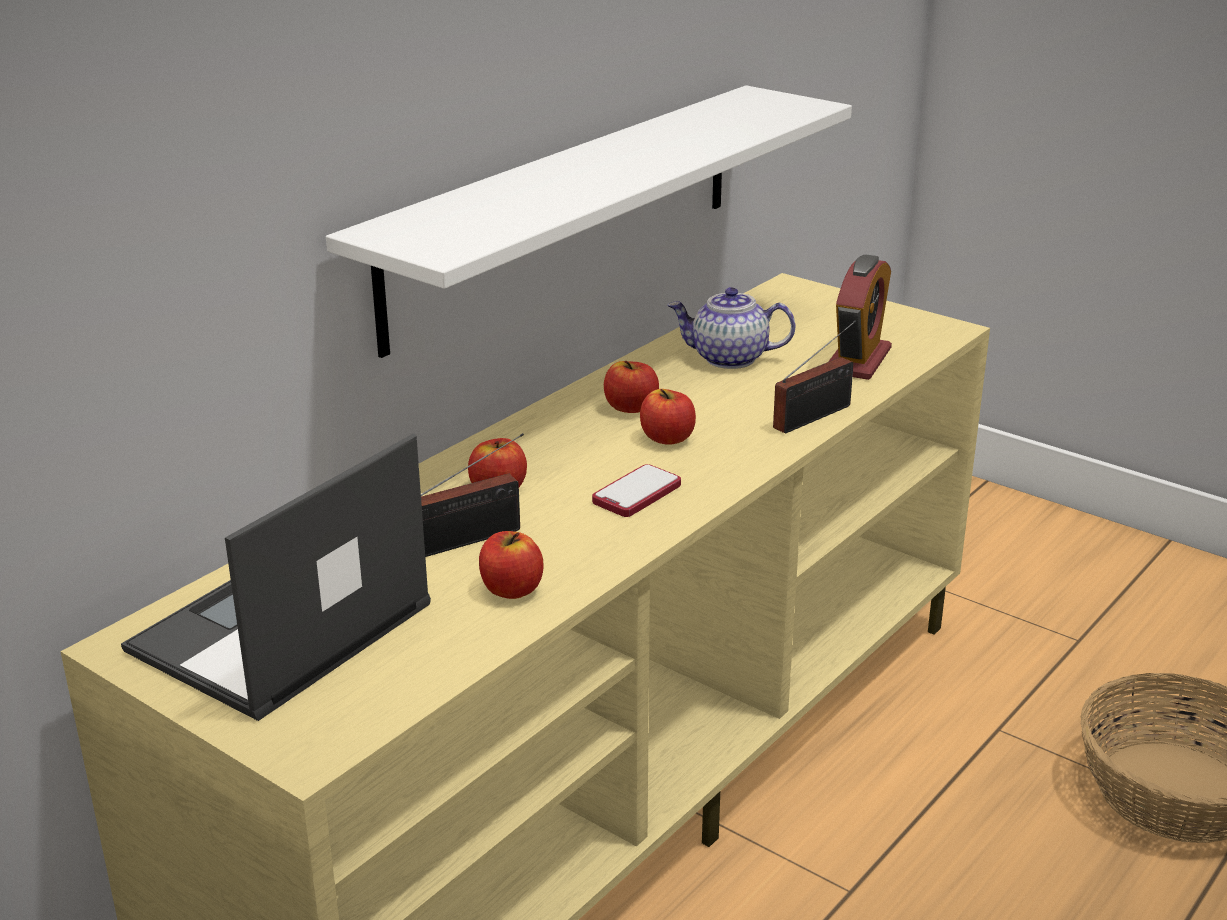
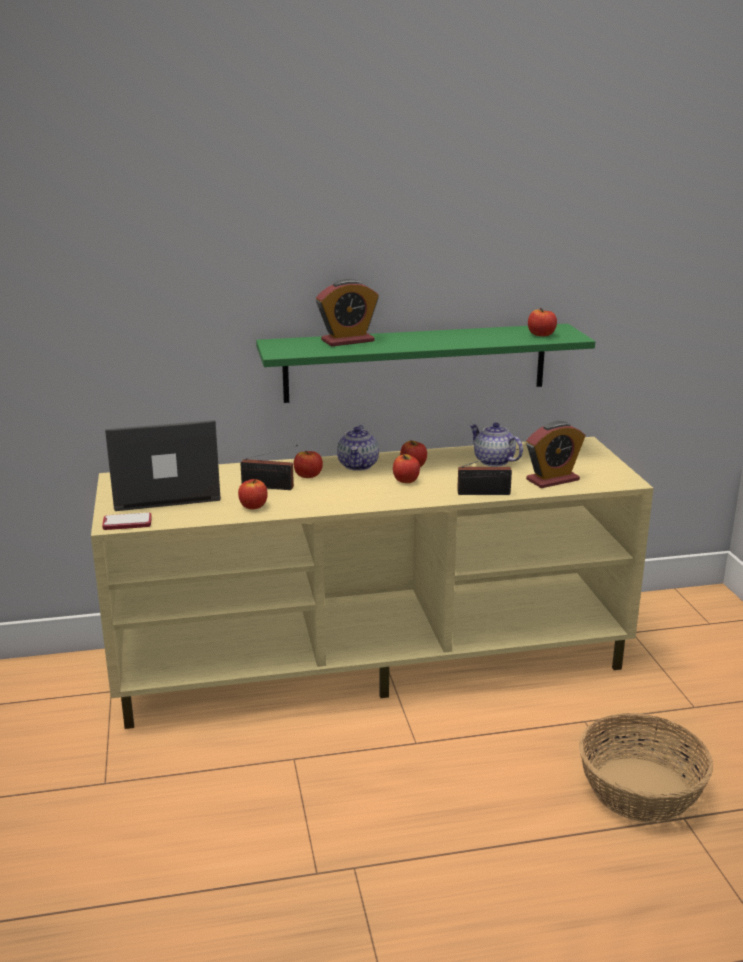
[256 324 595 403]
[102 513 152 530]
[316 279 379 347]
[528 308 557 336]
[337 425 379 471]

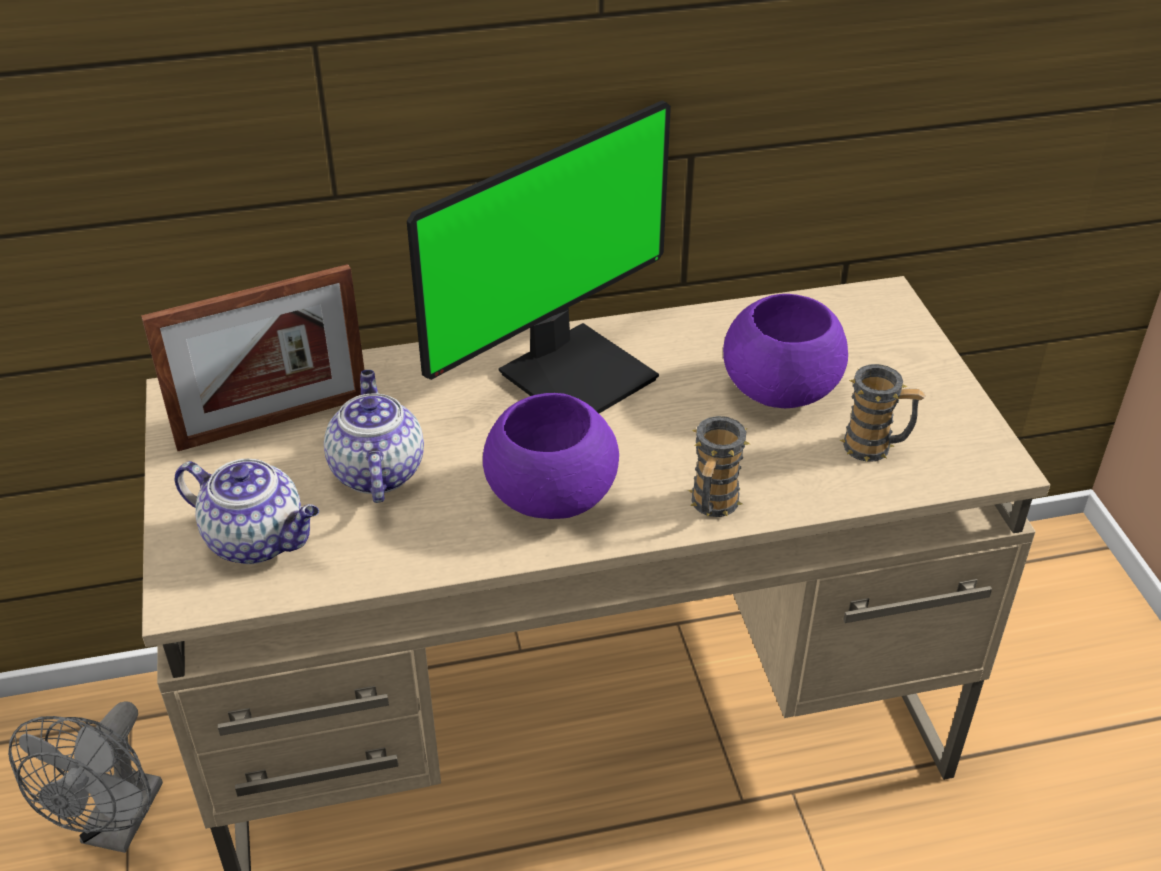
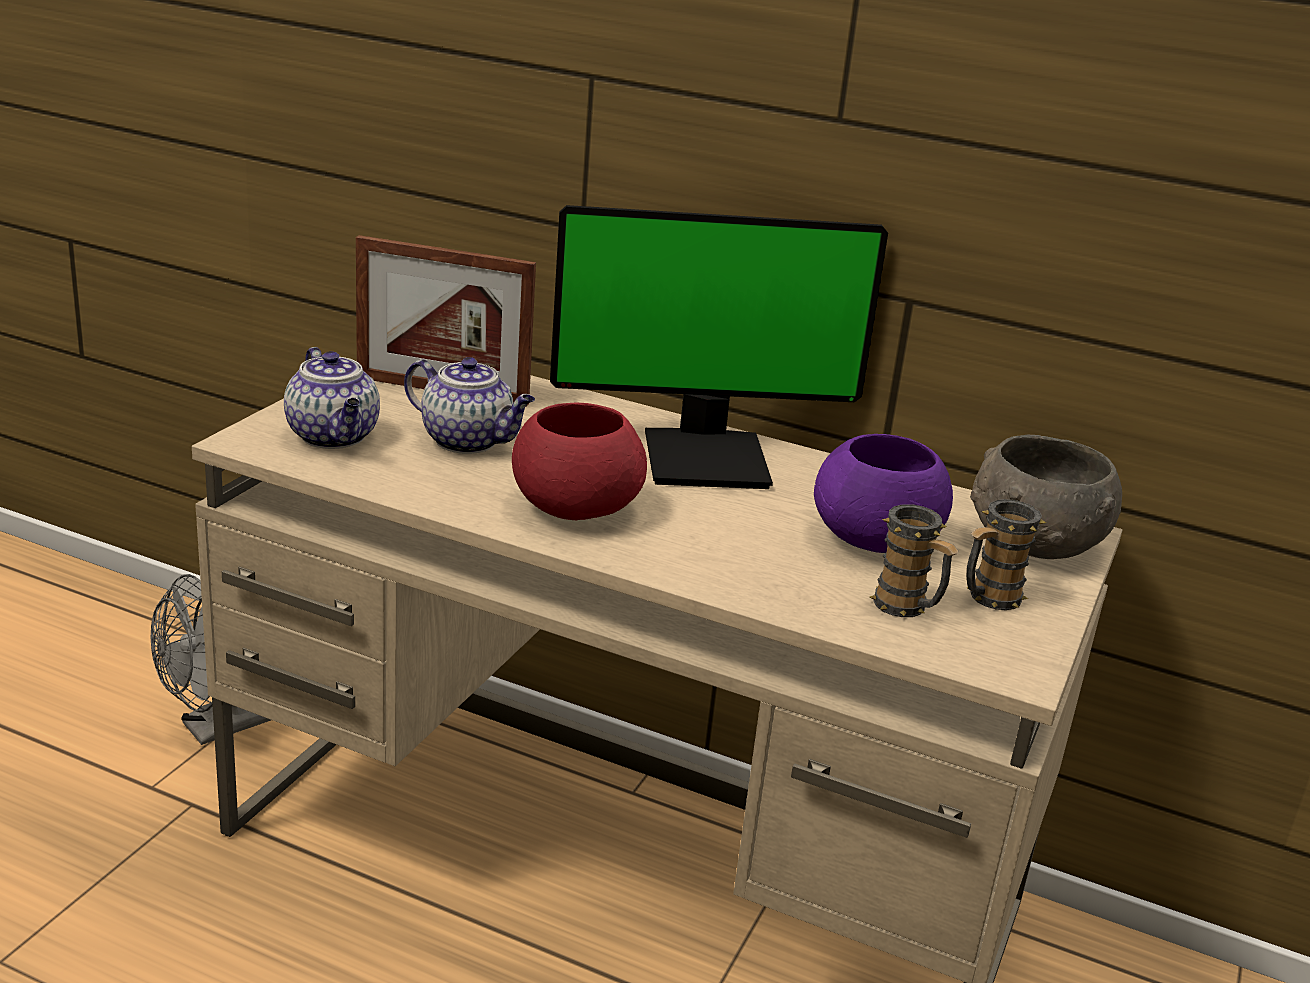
[404 357 535 454]
[512 403 647 520]
[966 499 1046 610]
[970 435 1122 559]

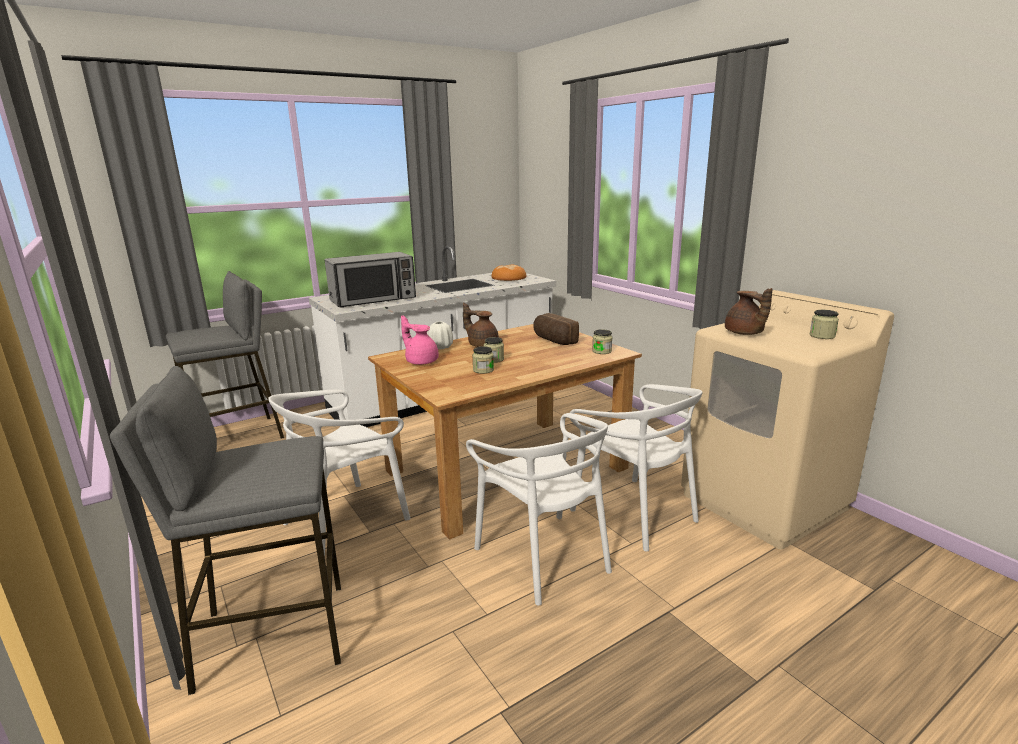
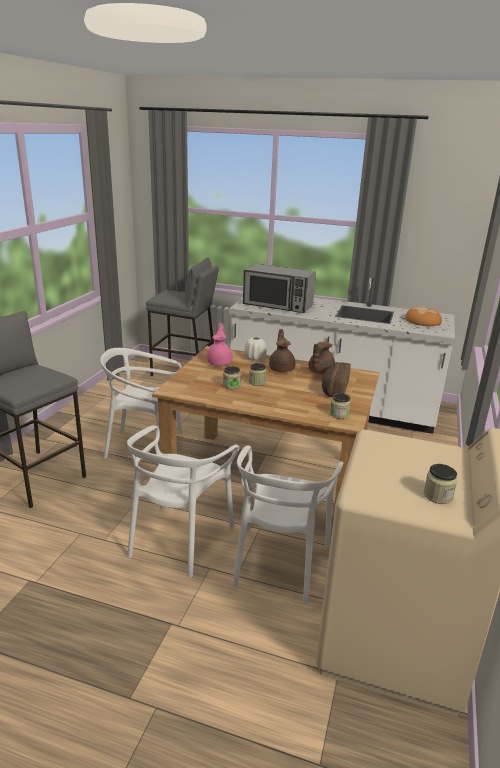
[308 342 335 375]

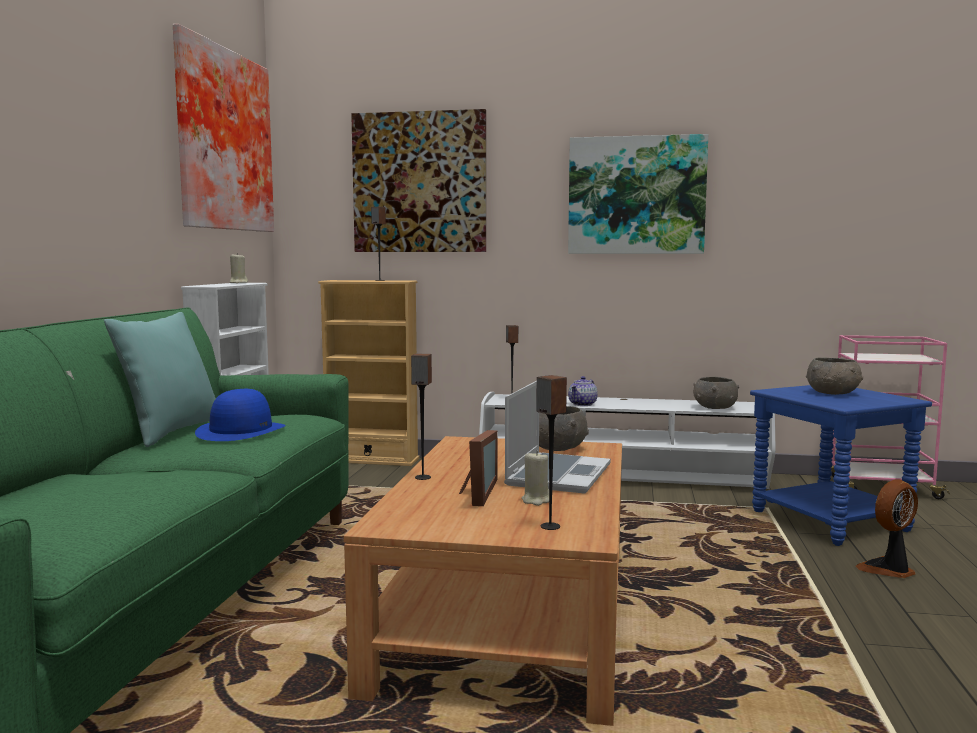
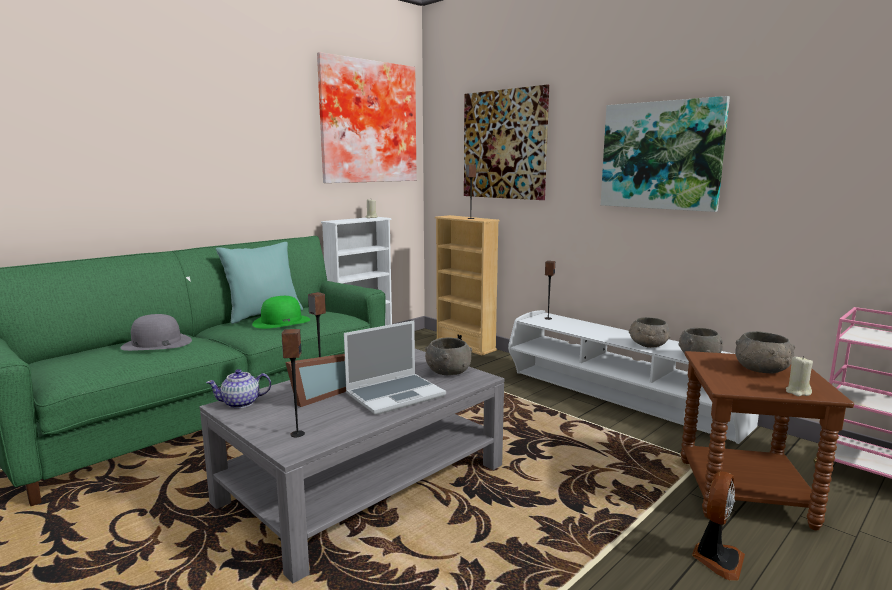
[206 369 271 408]
[681 351 854 530]
[252 296 310 329]
[199 349 504 583]
[786 356 813 396]
[692 471 745 581]
[121 314 192 351]
[629 317 671 348]

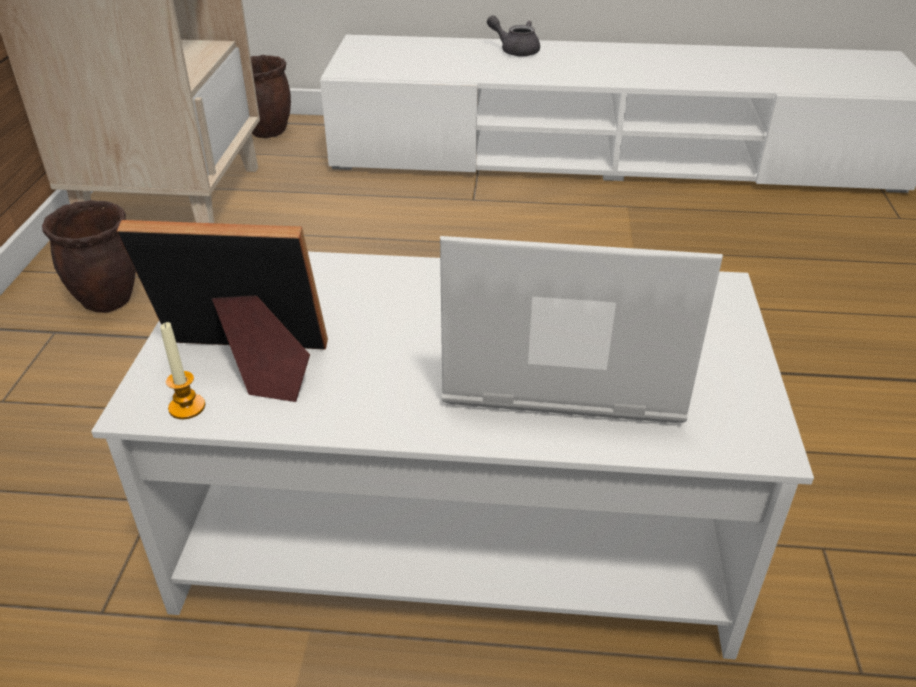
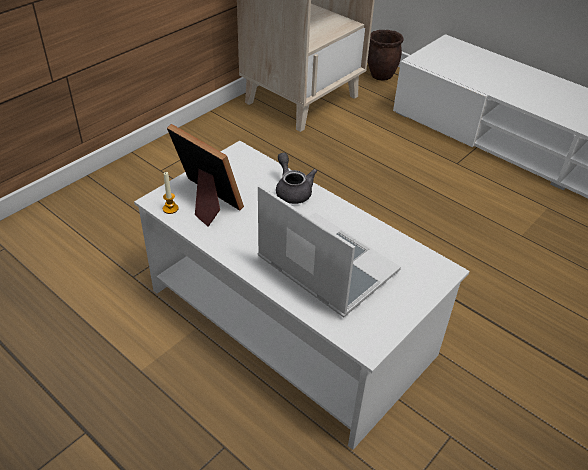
[276 153 317 204]
[42 200 136 313] (first image)

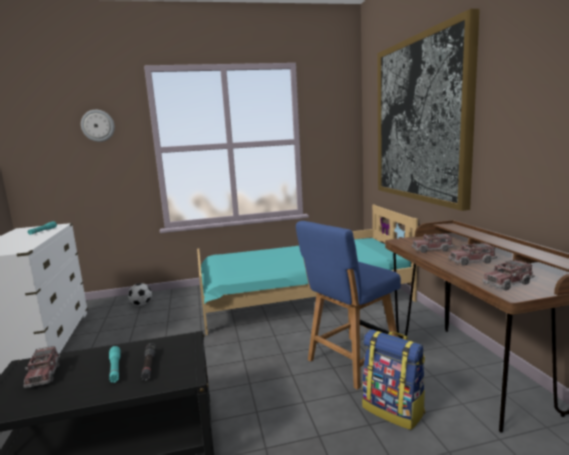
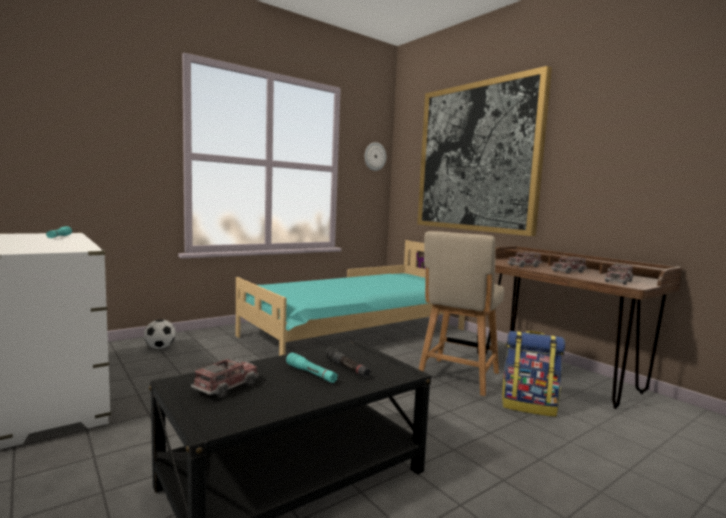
[365 142 386 171]
[419 231 504 396]
[191 357 258 398]

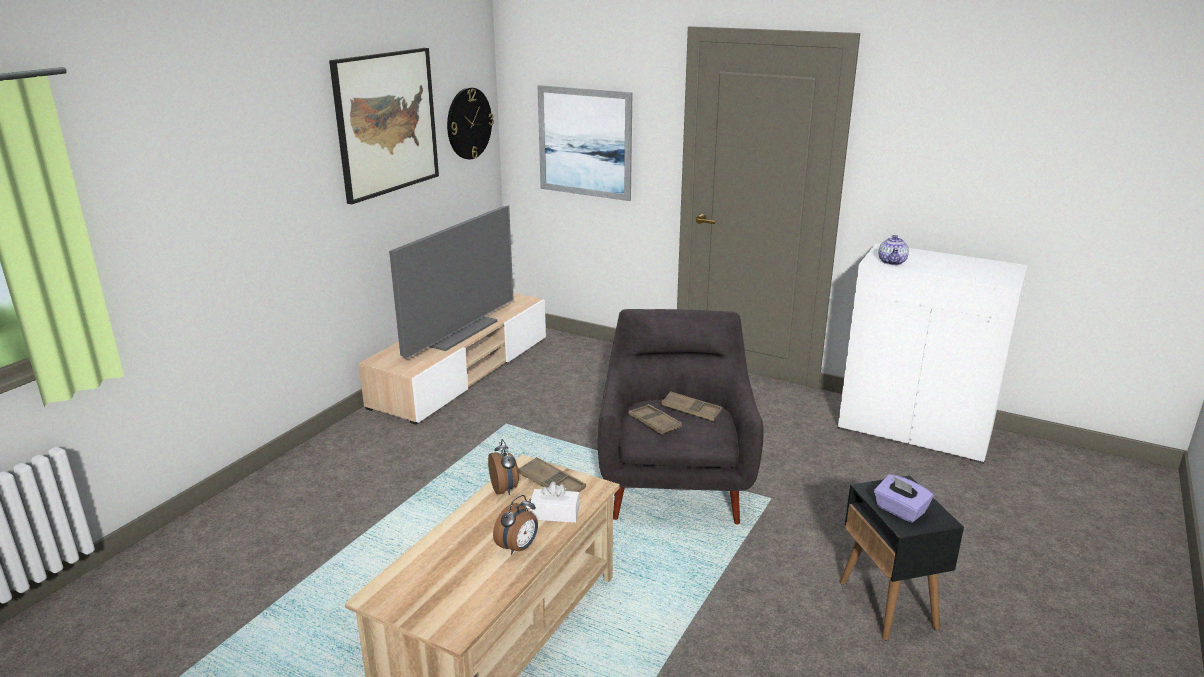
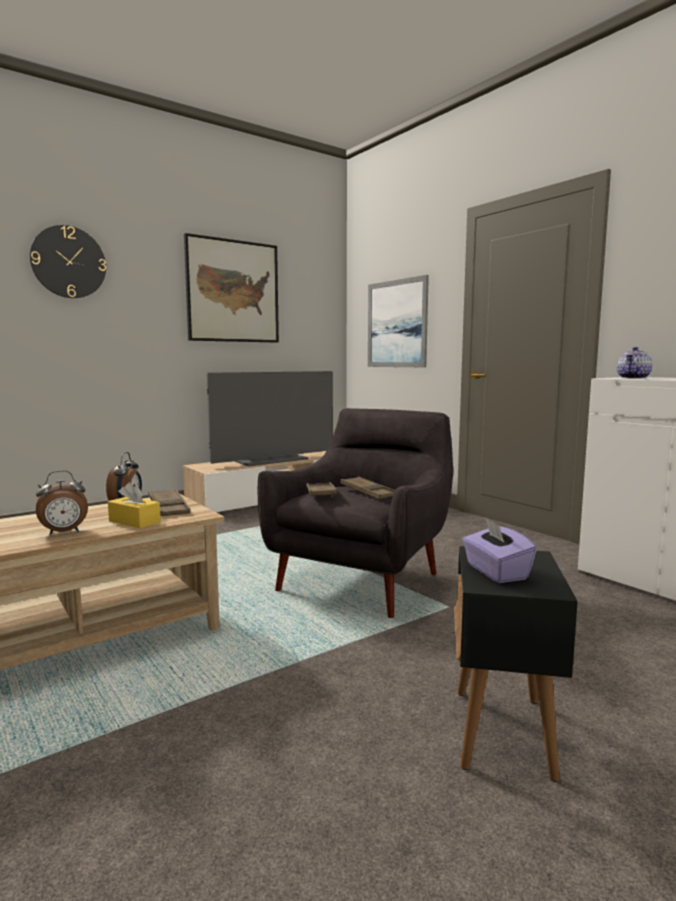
[30 225 106 298]
[108 482 161 529]

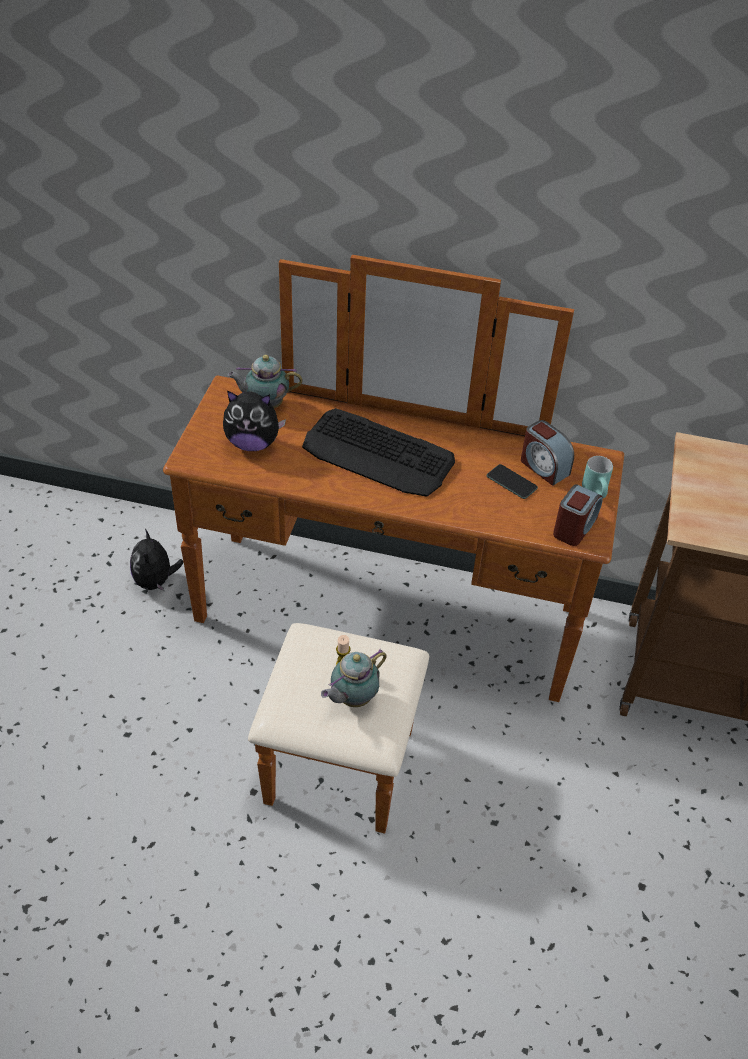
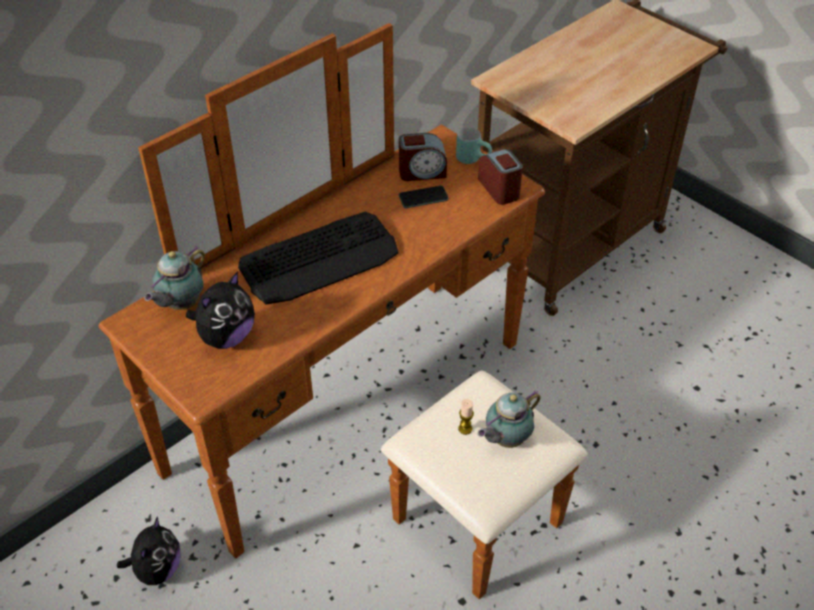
[117 517 180 585]
[478 390 541 448]

